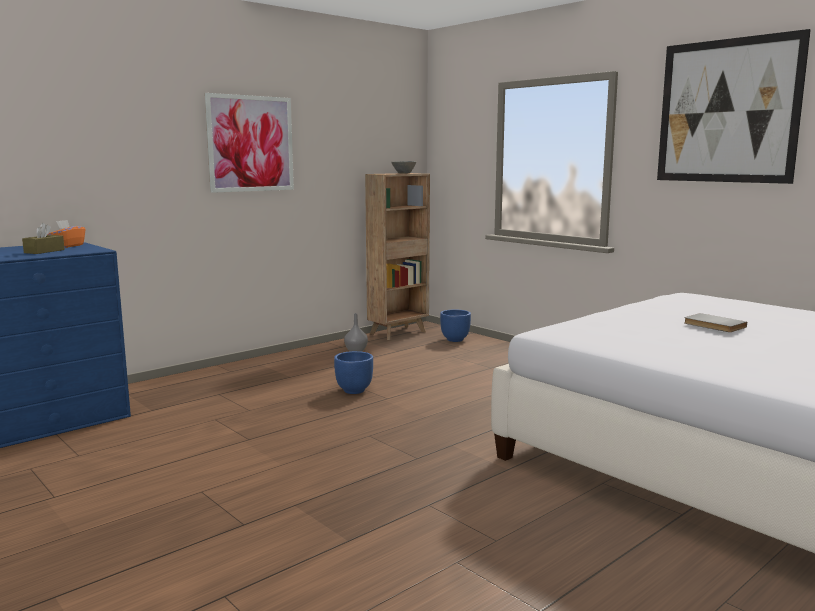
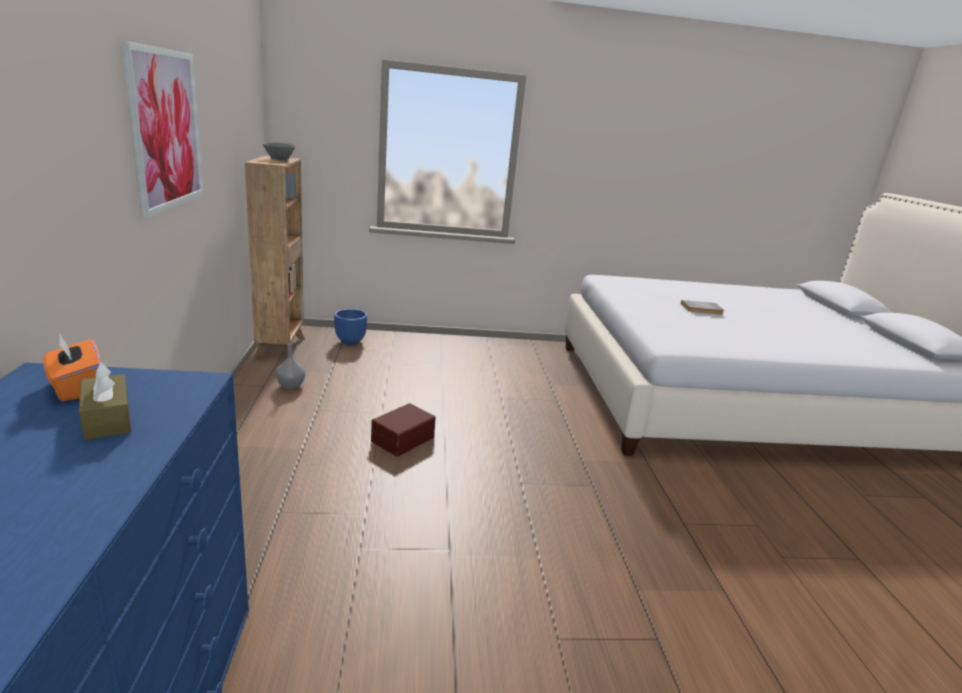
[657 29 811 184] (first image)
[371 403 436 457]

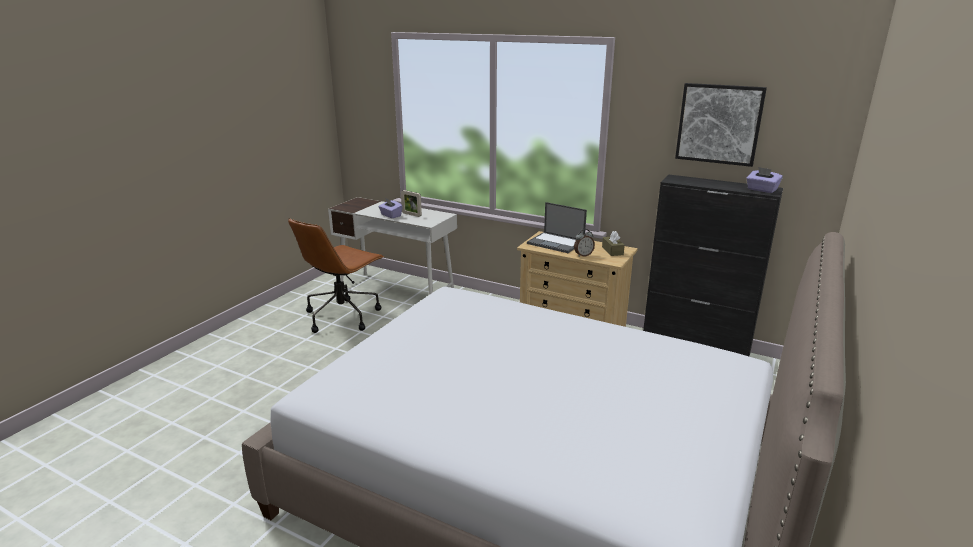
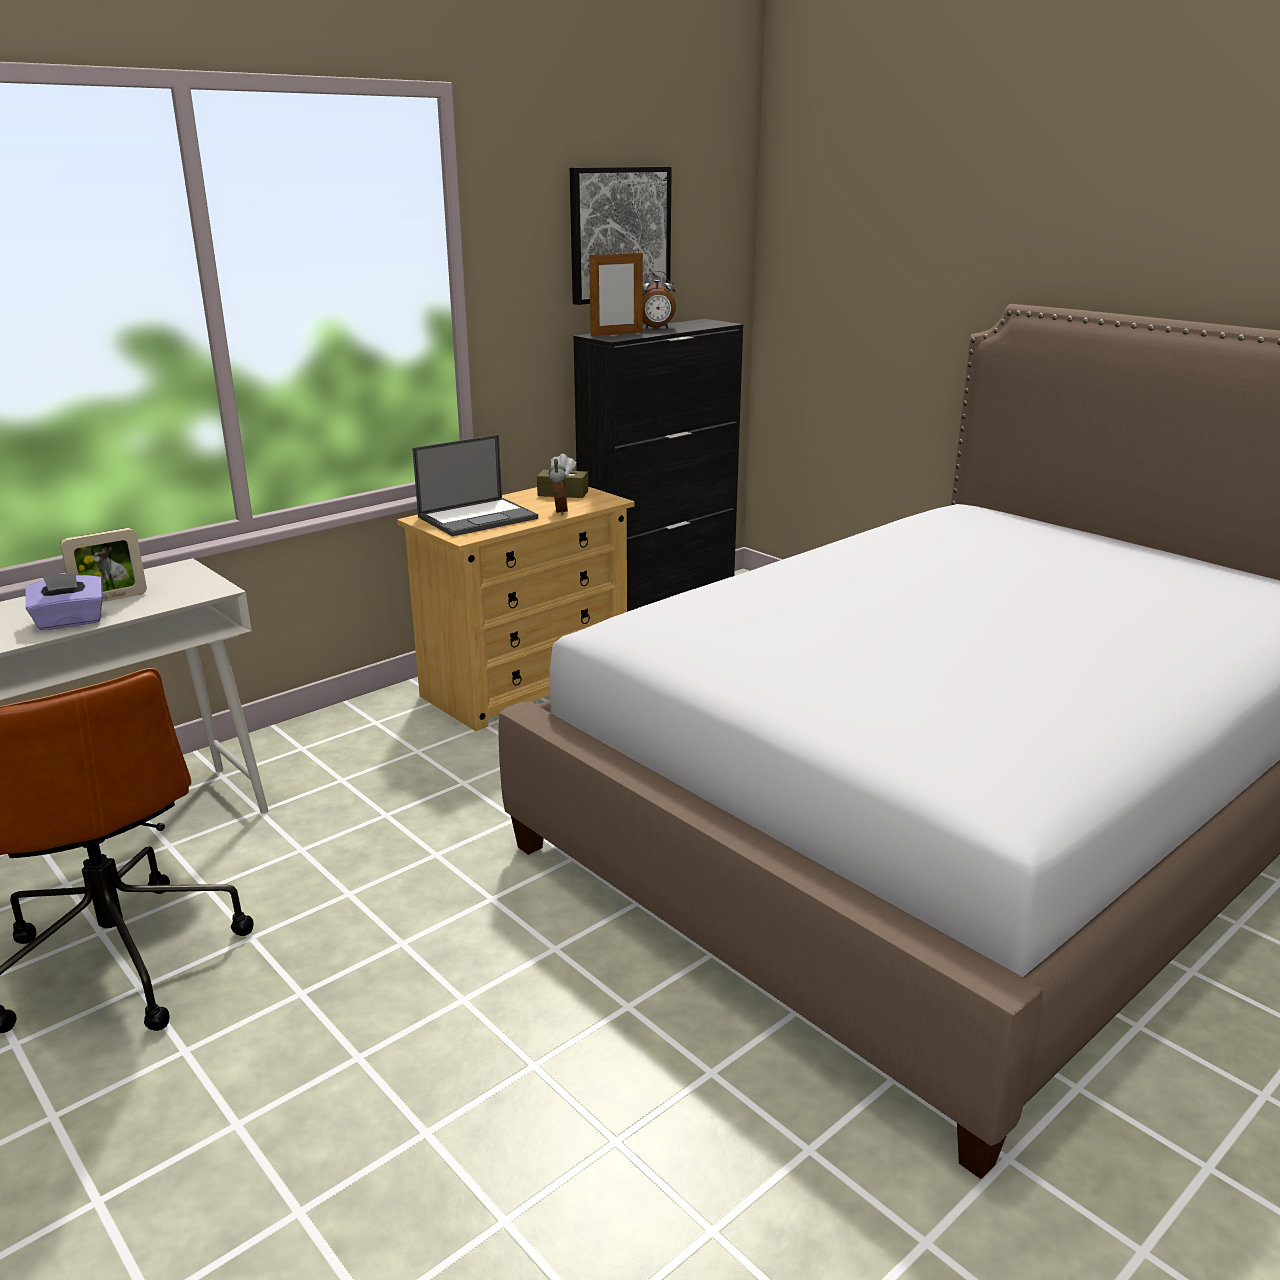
[746 167 783 193] (first image)
[589 250 643 336]
[643 271 676 329]

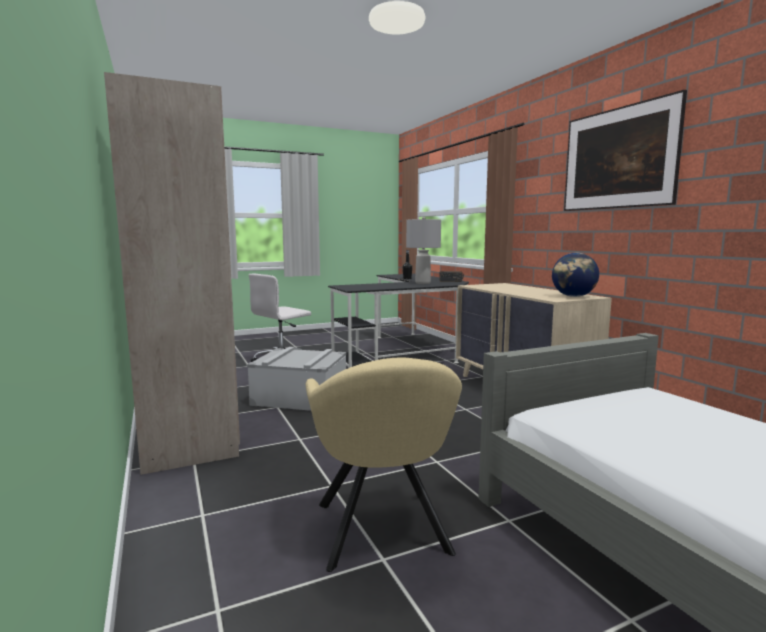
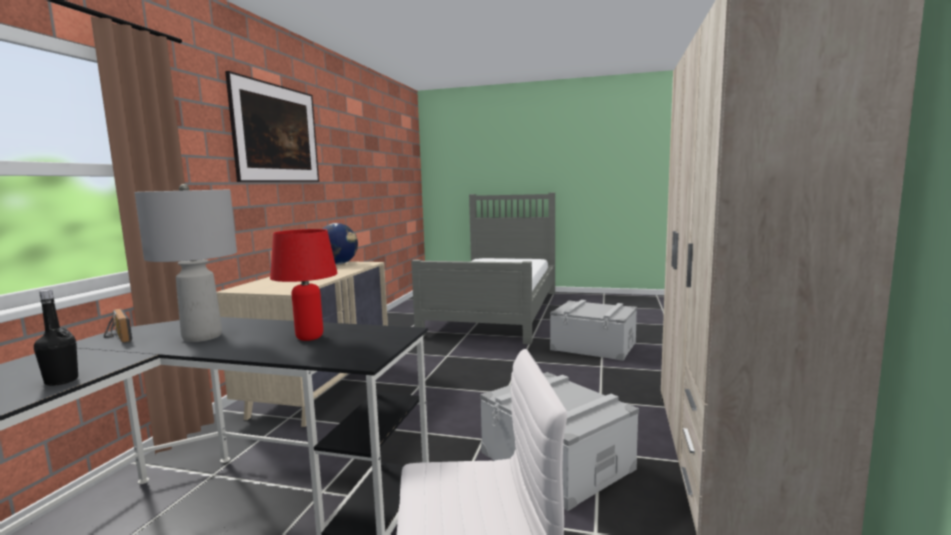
[550 300 637 361]
[270 229 337 341]

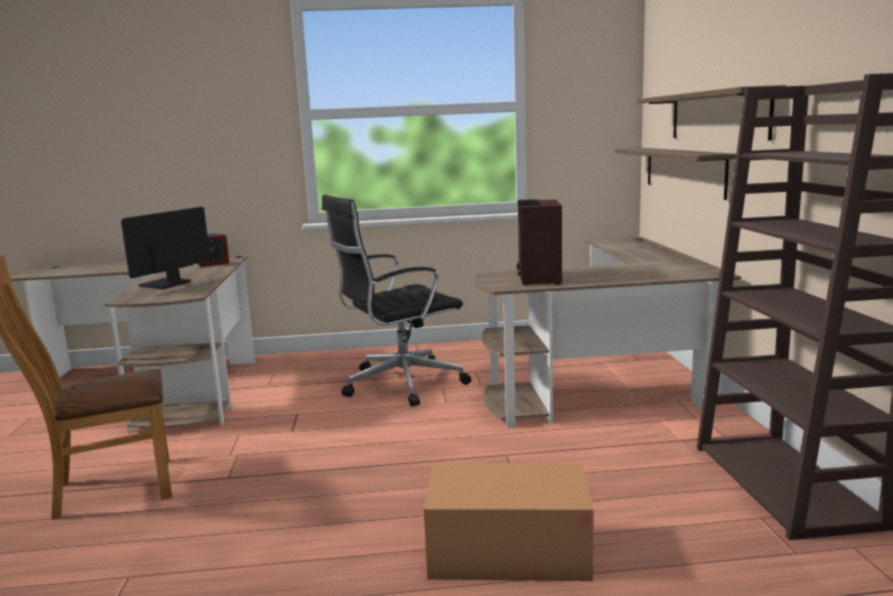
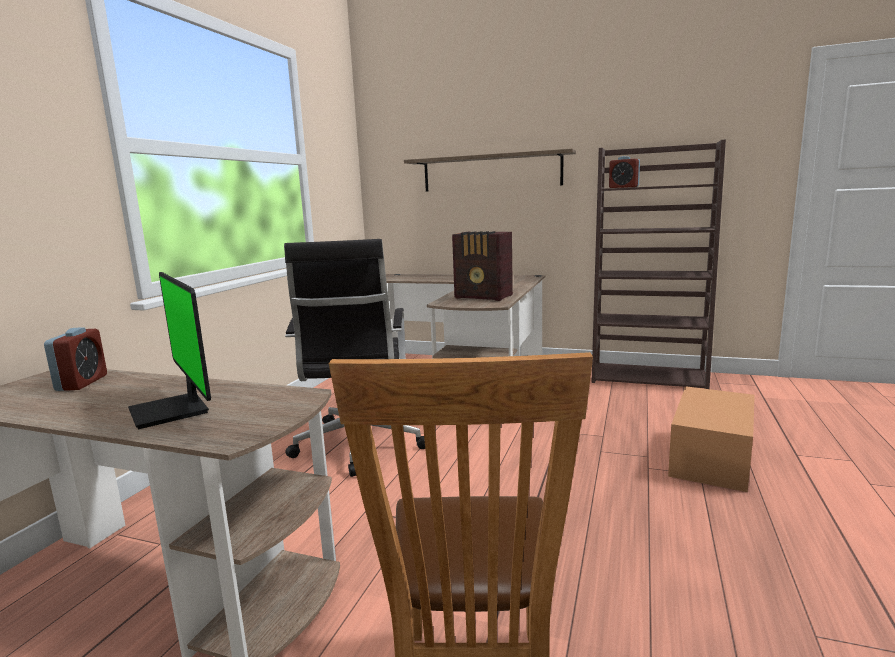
[615 148 736 200] (first image)
[609 156 640 188]

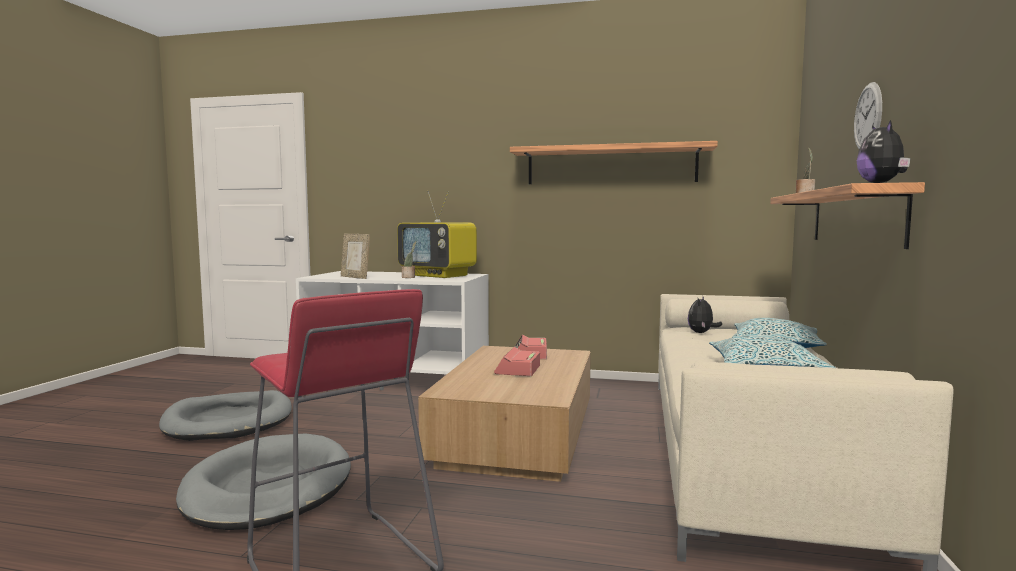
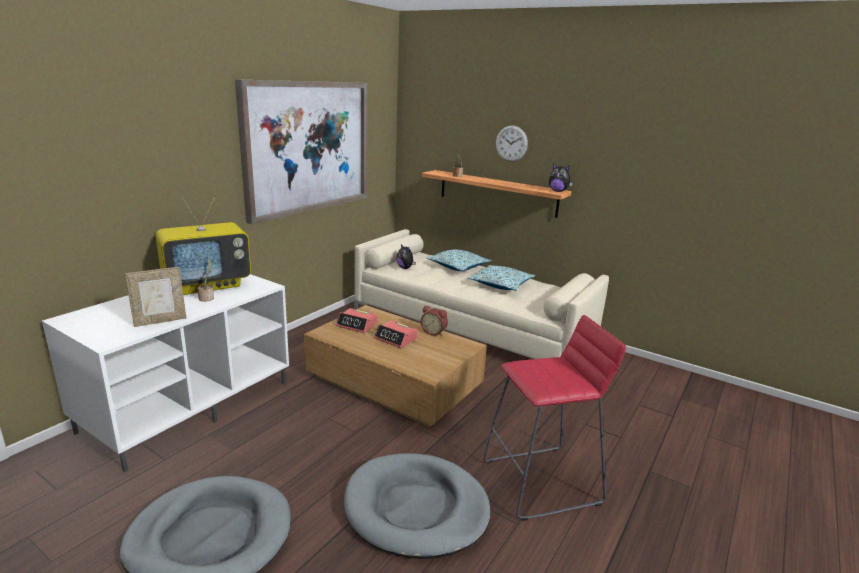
[235 79 367 224]
[421 305 448 336]

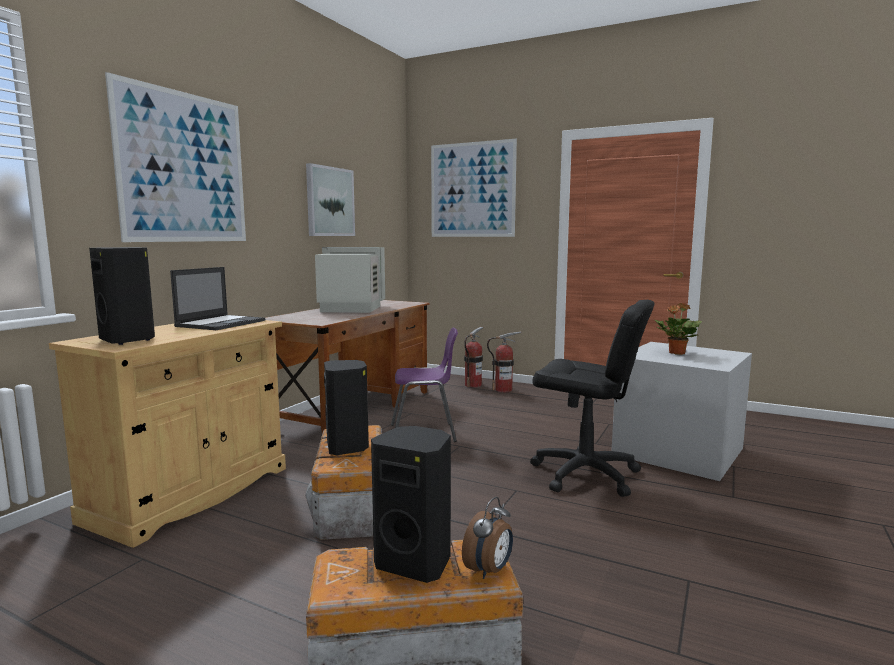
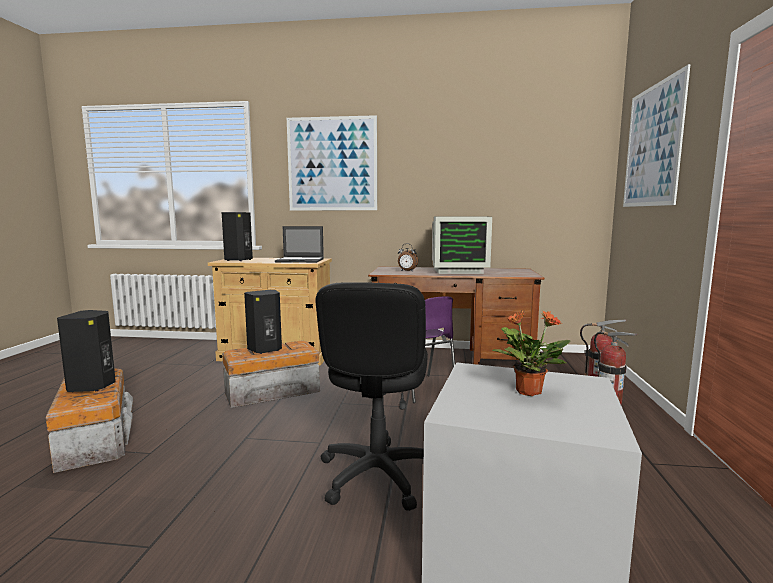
[306 163 355 236] (first image)
[432 217 492 274]
[398 244 418 271]

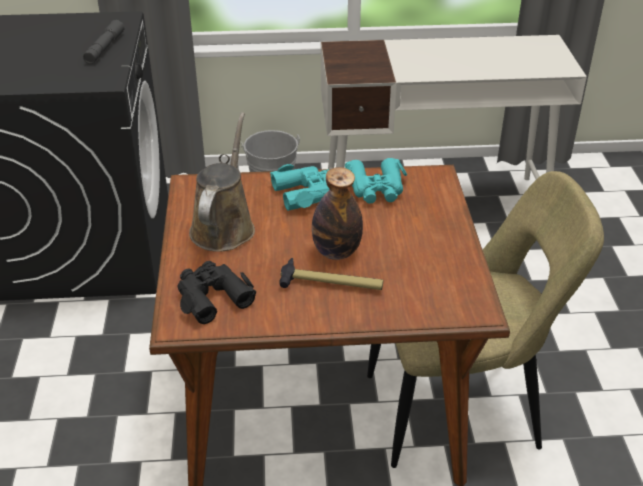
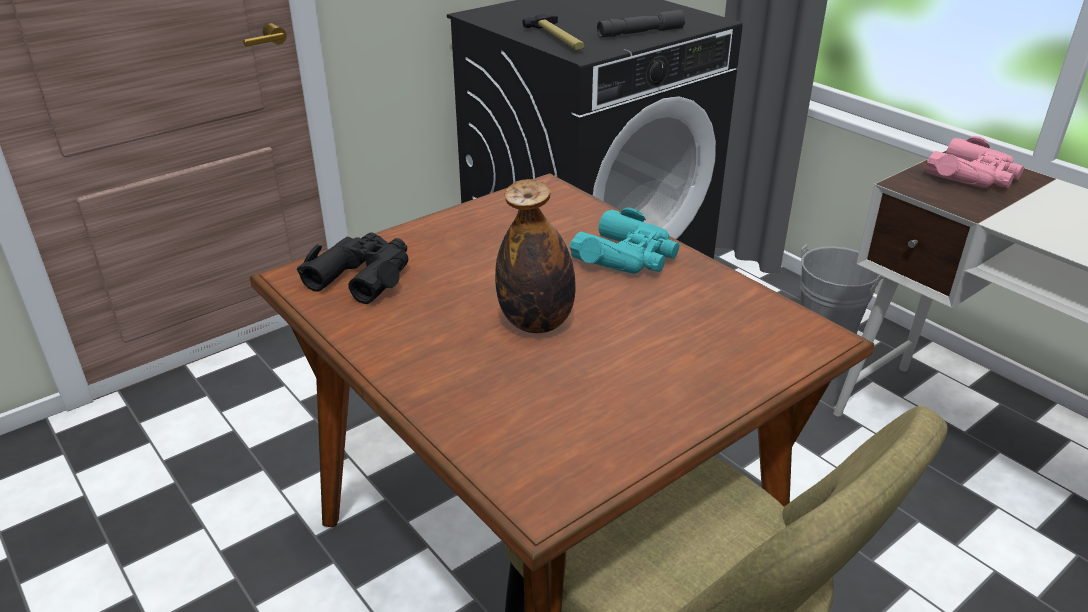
[189 113 255 252] (first image)
[345 158 407 203] (first image)
[522 14 585 50]
[926 136 1024 188]

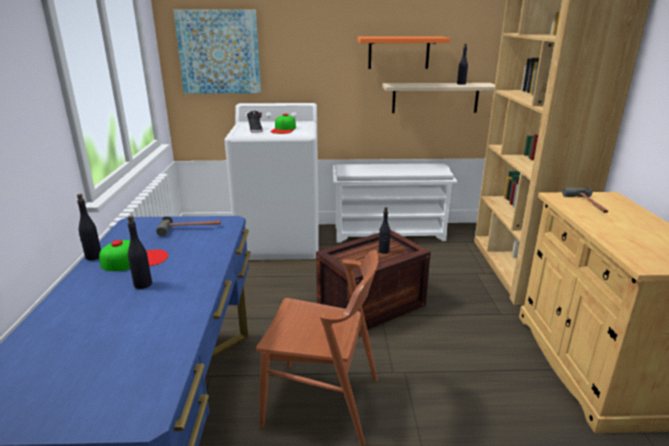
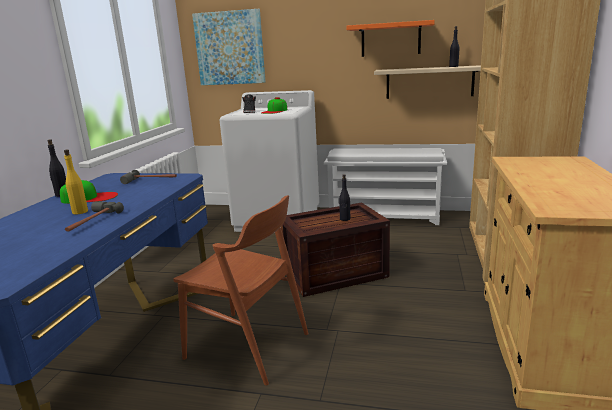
[65 201 124 232]
[64 149 88 214]

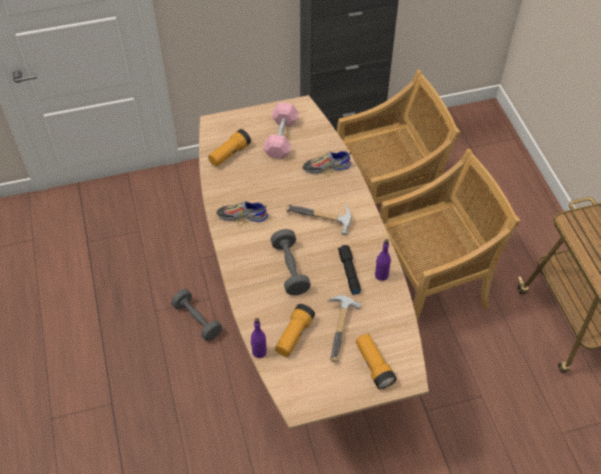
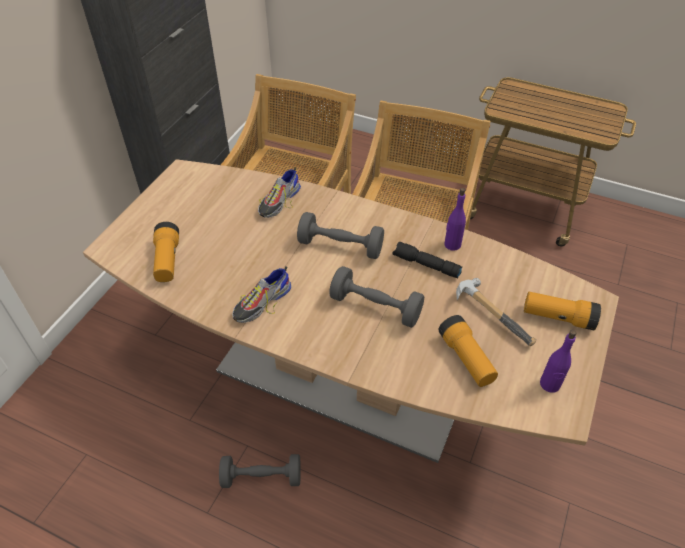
[263 102 299 159] (first image)
[297 212 384 259]
[540 330 577 393]

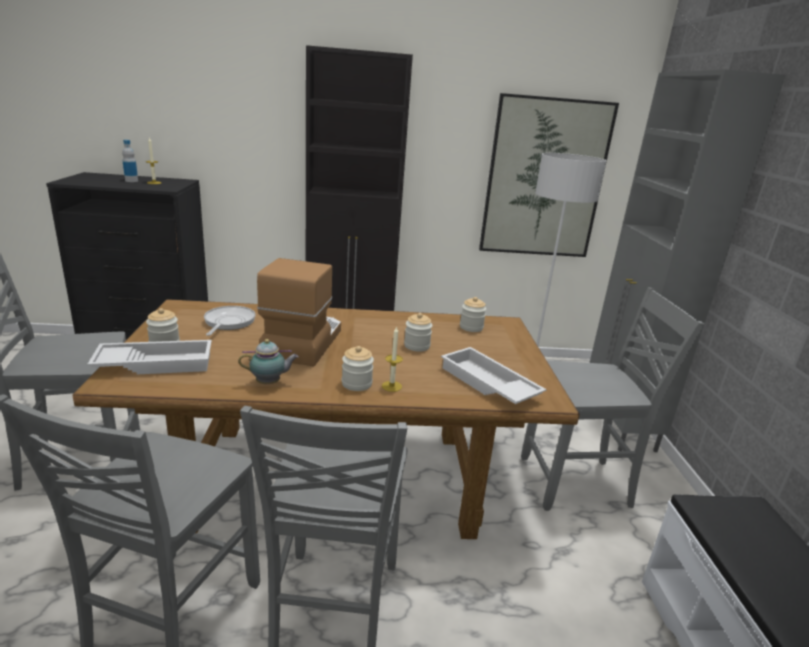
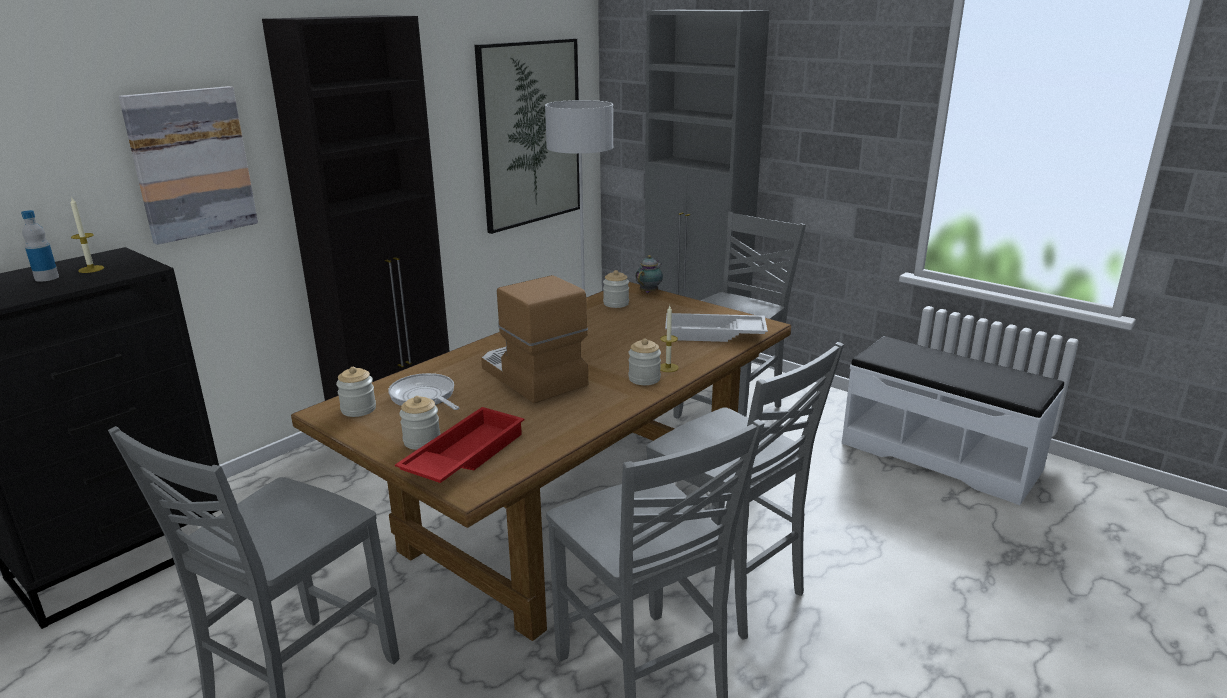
[336 367 376 417]
[635 255 663 293]
[395 407 525 483]
[119 86 258 245]

